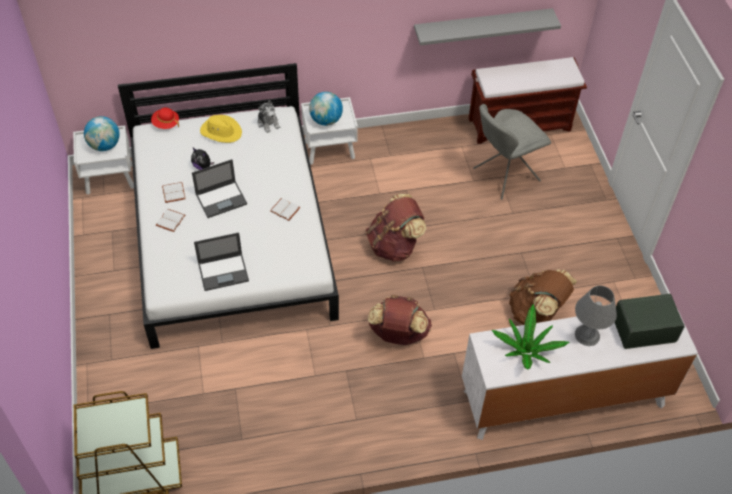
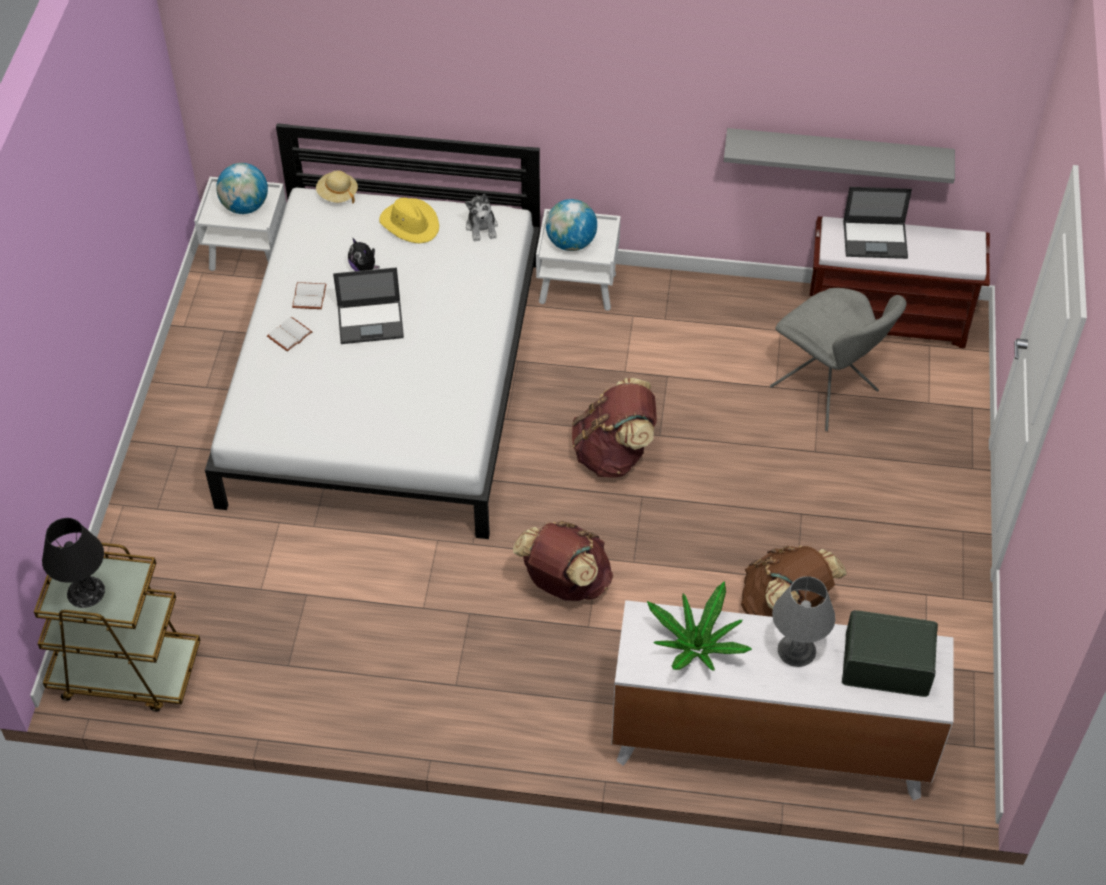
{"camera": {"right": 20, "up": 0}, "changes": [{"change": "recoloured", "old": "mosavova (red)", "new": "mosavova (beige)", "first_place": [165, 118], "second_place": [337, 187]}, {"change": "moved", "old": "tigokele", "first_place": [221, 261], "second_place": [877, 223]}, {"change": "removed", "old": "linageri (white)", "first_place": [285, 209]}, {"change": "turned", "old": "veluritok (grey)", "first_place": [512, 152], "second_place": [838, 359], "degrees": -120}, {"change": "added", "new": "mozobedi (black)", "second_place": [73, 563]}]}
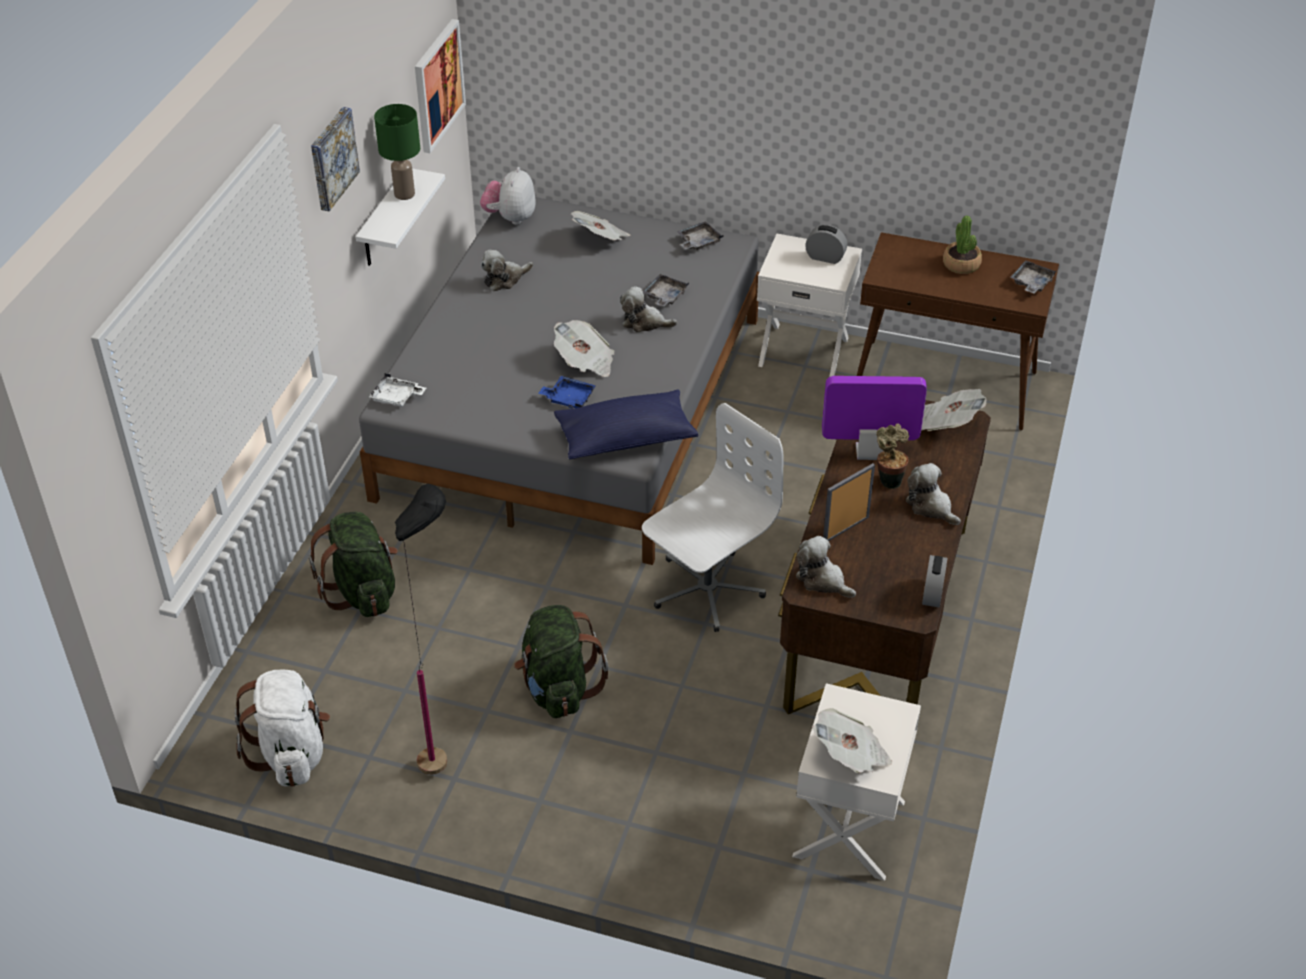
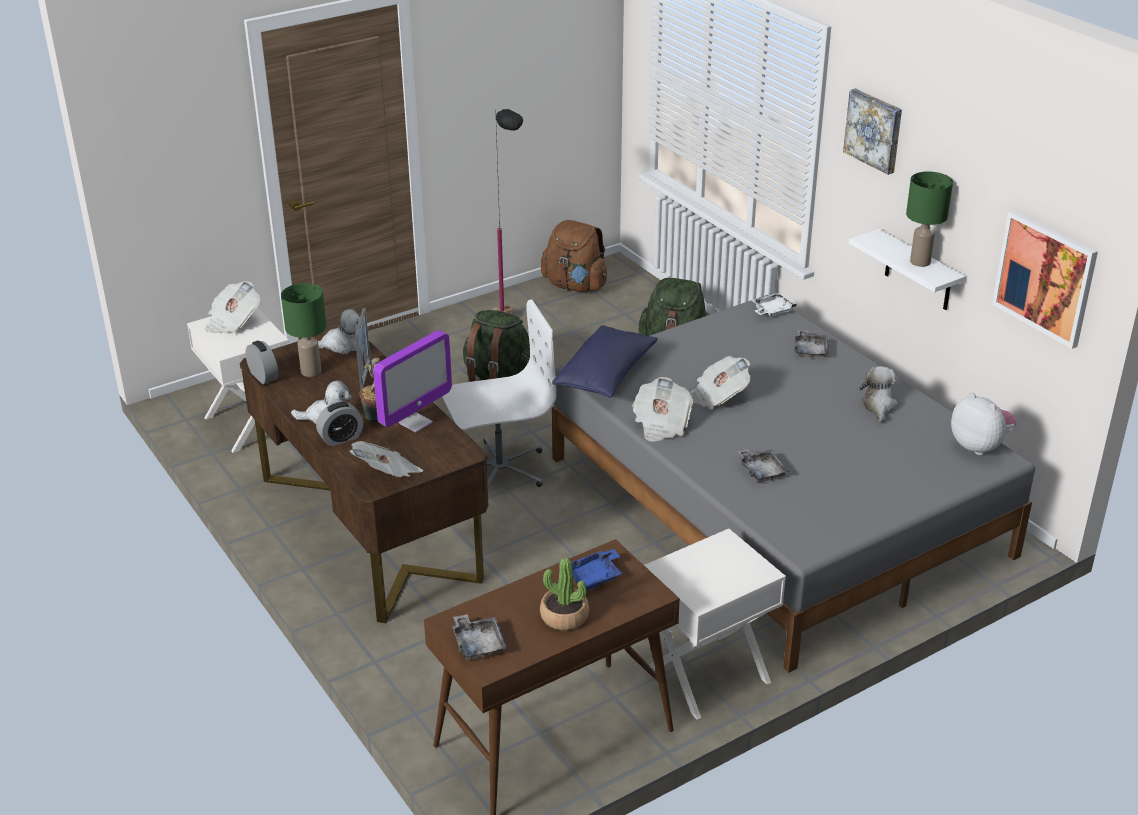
{"camera": {"right": 130, "up": -10}, "changes": [{"change": "recoloured", "old": "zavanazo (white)", "new": "zavanazo (brown)", "first_place": [282, 727], "second_place": [574, 256]}, {"change": "moved", "old": "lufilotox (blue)", "first_place": [567, 392], "second_place": [597, 569]}, {"change": "moved", "old": "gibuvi", "first_place": [600, 226], "second_place": [662, 409]}, {"change": "removed", "old": "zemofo", "first_place": [649, 309]}, {"change": "turned", "old": "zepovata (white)", "first_place": [712, 517], "second_place": [499, 393], "degrees": -105}, {"change": "moved", "old": "lufilotox (grey)", "first_place": [700, 235], "second_place": [811, 344]}, {"change": "moved", "old": "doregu", "first_place": [826, 244], "second_place": [340, 423]}, {"change": "added", "new": "mozobedi (green)", "second_place": [304, 330]}]}
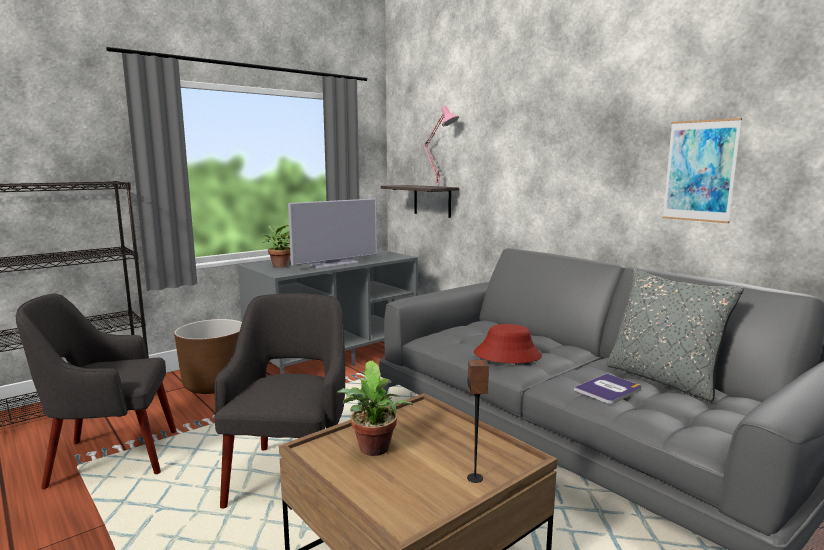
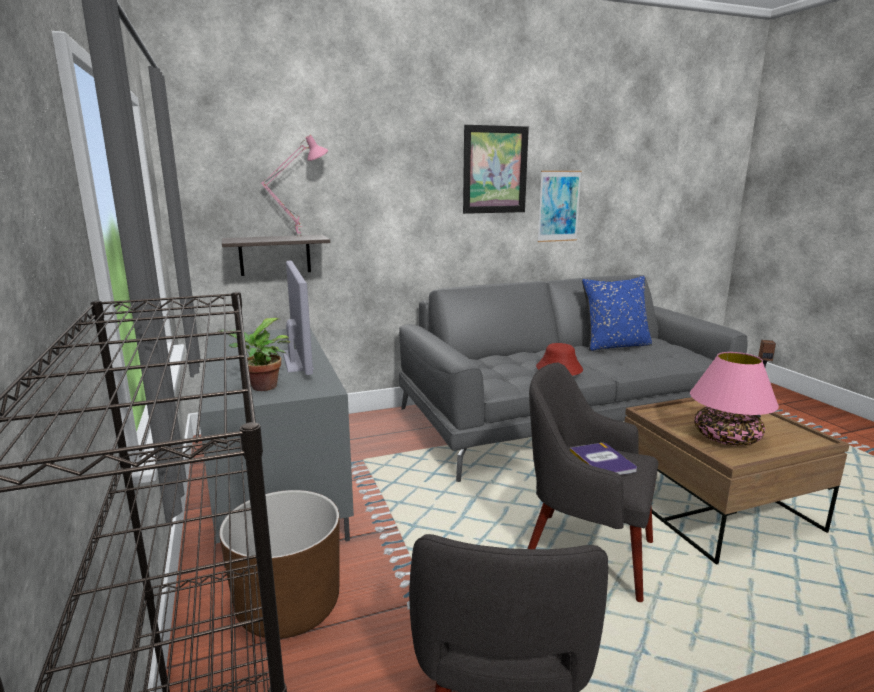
{"camera": {"right": -70, "up": 5}, "changes": [{"change": "replaced", "old": "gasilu", "new": "mozobedi (pink)", "first_place": [375, 408], "second_place": [734, 399]}, {"change": "moved", "old": "linageri", "first_place": [607, 389], "second_place": [603, 459]}, {"change": "recoloured", "old": "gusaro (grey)", "new": "gusaro (blue)", "first_place": [675, 335], "second_place": [617, 313]}, {"change": "added", "new": "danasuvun", "second_place": [496, 169]}]}
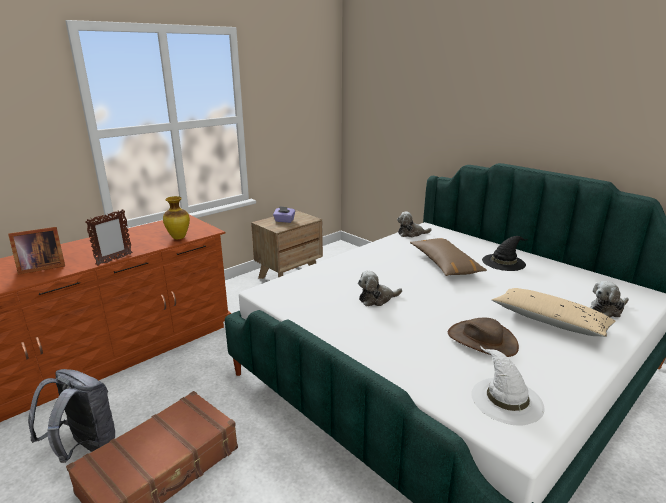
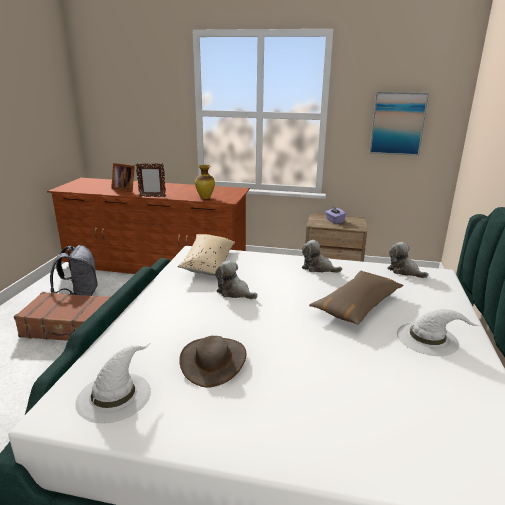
{"camera": {"right": 55, "up": 0}, "changes": [{"change": "recoloured", "old": "mosavova (black)", "new": "mosavova (white)", "first_place": [504, 253], "second_place": [439, 332]}, {"change": "moved", "old": "gusaro (beige)", "first_place": [554, 312], "second_place": [206, 255]}, {"change": "moved", "old": "zemofo", "first_place": [609, 299], "second_place": [322, 256]}, {"change": "added", "new": "danasuvun", "second_place": [399, 124]}]}
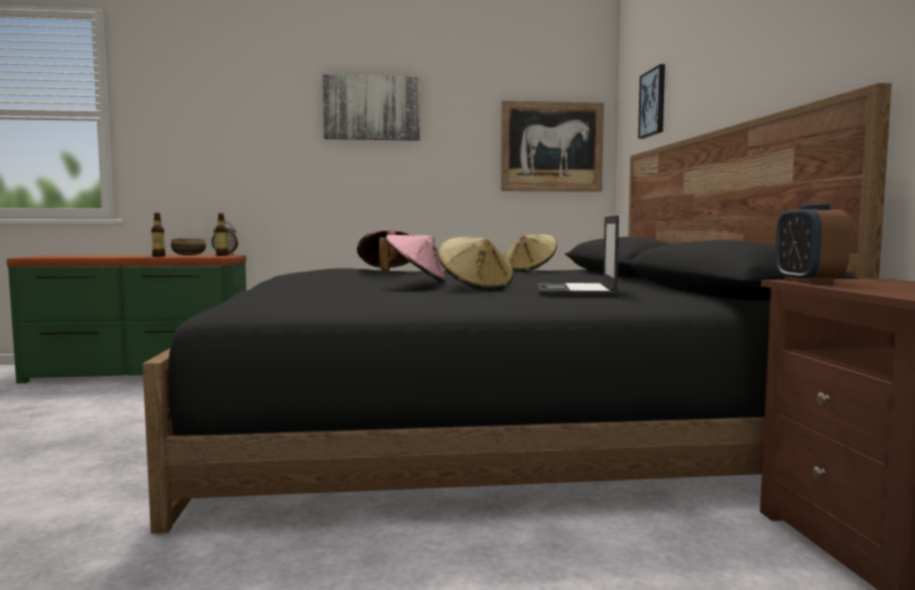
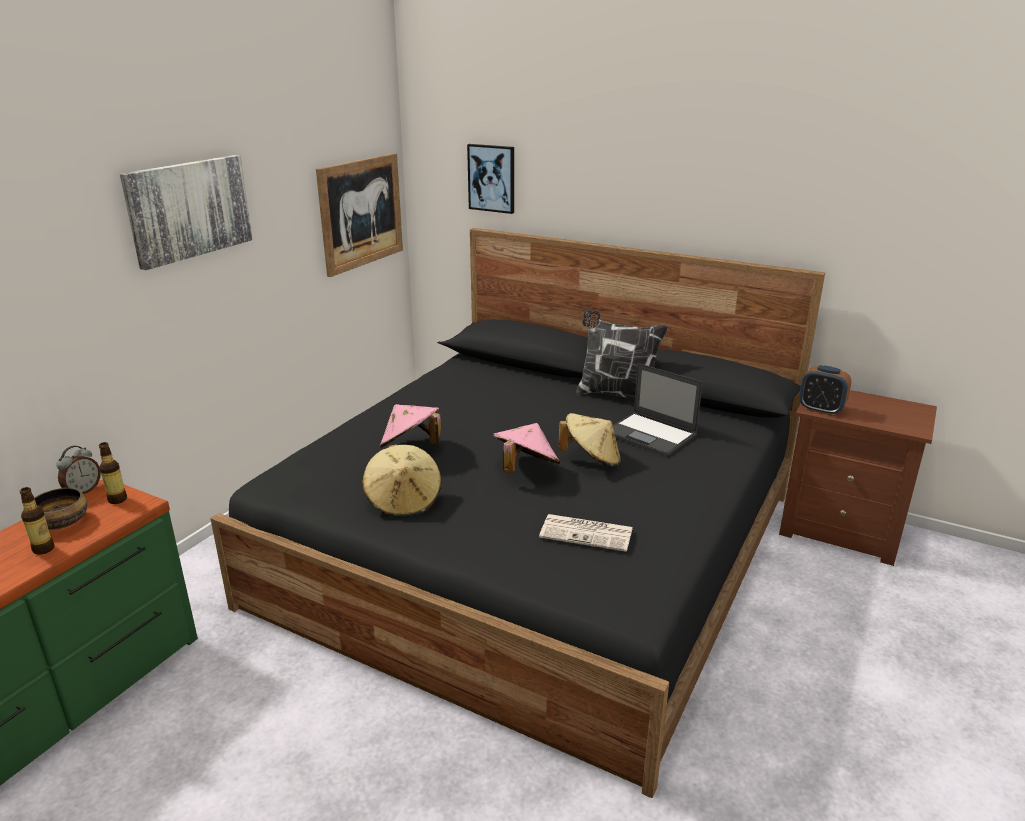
{"camera": {"right": -55, "up": 20}, "changes": [{"change": "moved", "old": "mosavova (beige)", "first_place": [530, 253], "second_place": [401, 481]}, {"change": "added", "new": "gibuvi", "second_place": [586, 533]}, {"change": "added", "new": "gusaro", "second_place": [622, 354]}]}
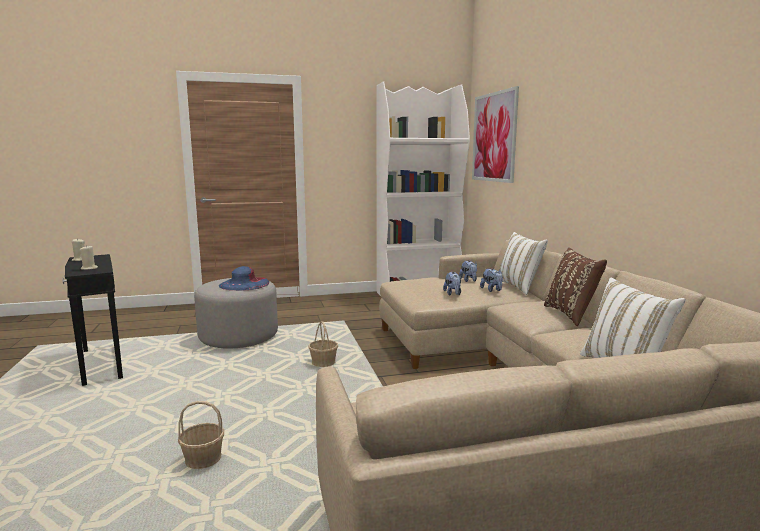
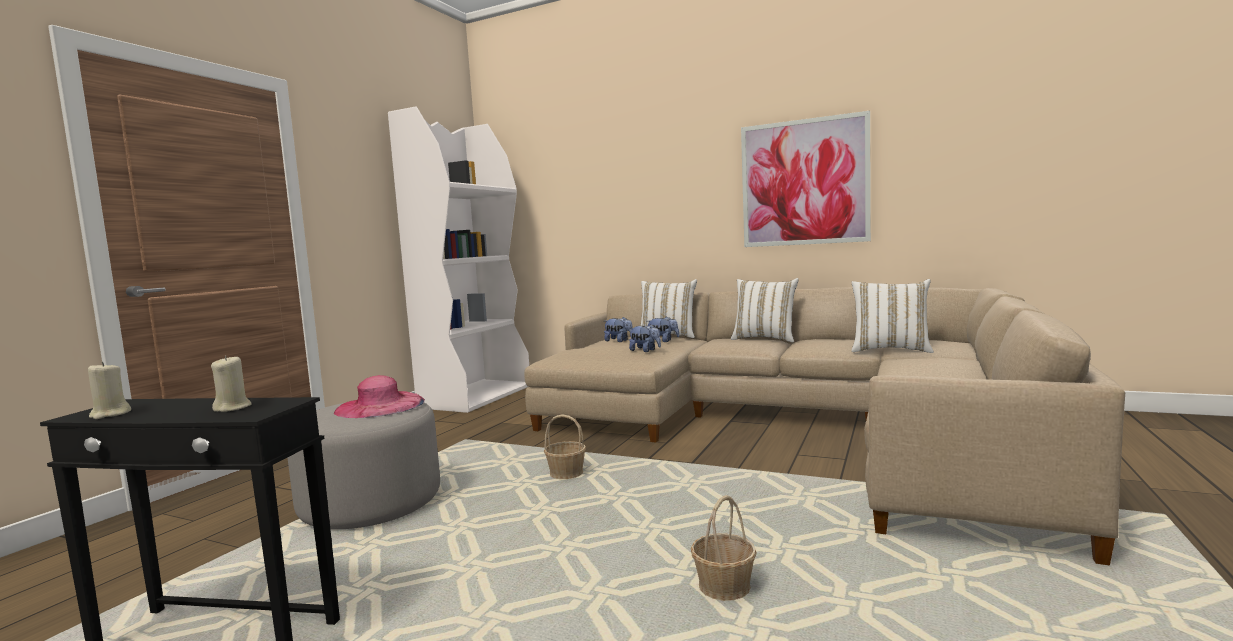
{"camera": {"right": -50, "up": -5}, "changes": [{"change": "recoloured", "old": "mosavova (blue)", "new": "mosavova (pink)", "first_place": [244, 278], "second_place": [379, 396]}, {"change": "moved", "old": "danasuvun", "first_place": [495, 134], "second_place": [806, 179]}, {"change": "recoloured", "old": "gusaro (brown)", "new": "gusaro (white)", "first_place": [575, 287], "second_place": [765, 310]}]}
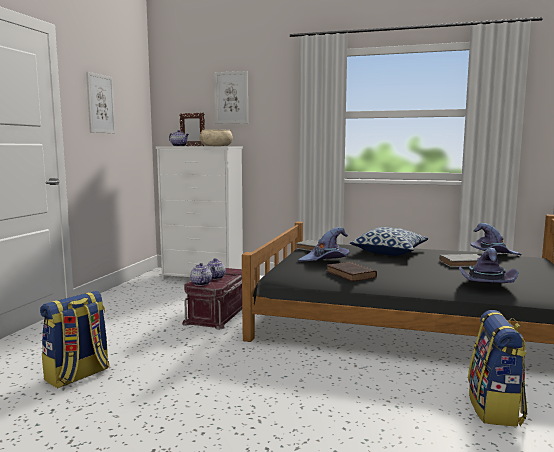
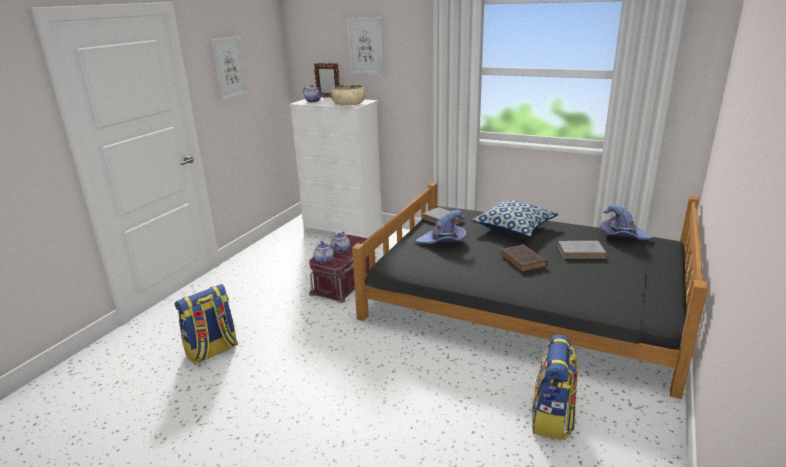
{"camera": {"right": 10, "up": 15}, "changes": [{"change": "moved", "old": "linageri (brown)", "first_place": [351, 272], "second_place": [524, 258]}, {"change": "removed", "old": "mosavova (purple)", "first_place": [489, 265]}]}
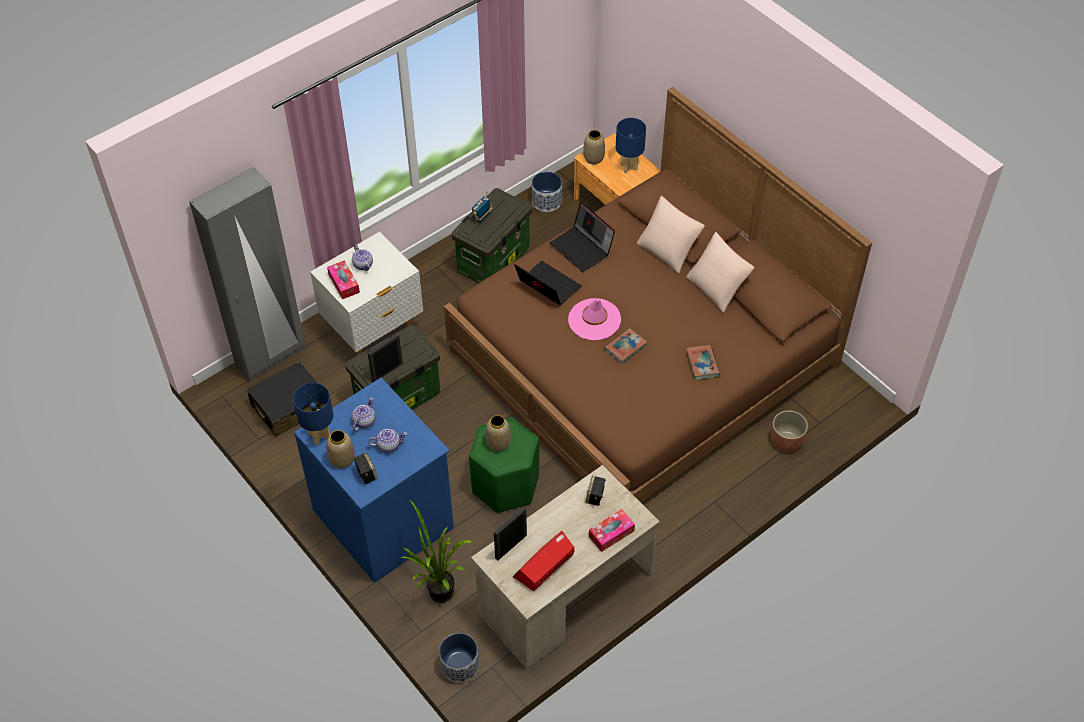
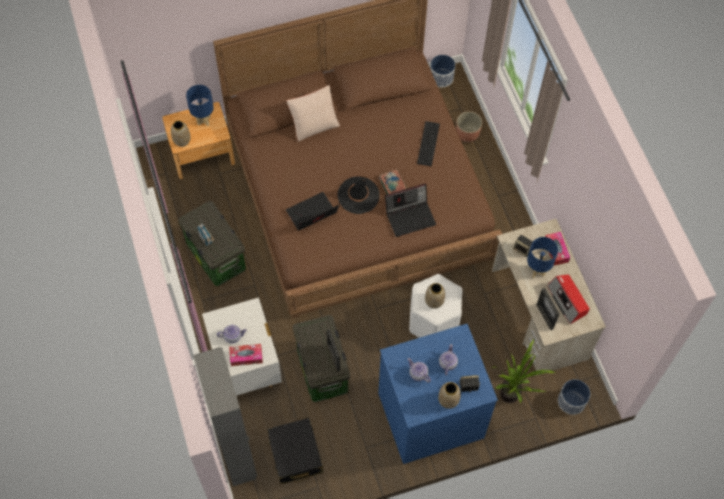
{"camera": {"right": -70, "up": 10}, "changes": [{"change": "moved", "old": "mozobedi (blue)", "first_place": [313, 414], "second_place": [542, 257]}, {"change": "recoloured", "old": "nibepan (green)", "new": "nibepan (white)", "first_place": [504, 465], "second_place": [436, 306]}, {"change": "moved", "old": "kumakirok", "first_place": [547, 192], "second_place": [442, 71]}, {"change": "moved", "old": "tigokele", "first_place": [582, 237], "second_place": [410, 210]}, {"change": "recoloured", "old": "mosavova (pink)", "new": "mosavova (black)", "first_place": [594, 319], "second_place": [358, 195]}, {"change": "removed", "old": "gusaro (beige)", "first_place": [720, 272]}, {"change": "replaced", "old": "linageri", "new": "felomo", "first_place": [703, 362], "second_place": [428, 143]}]}
